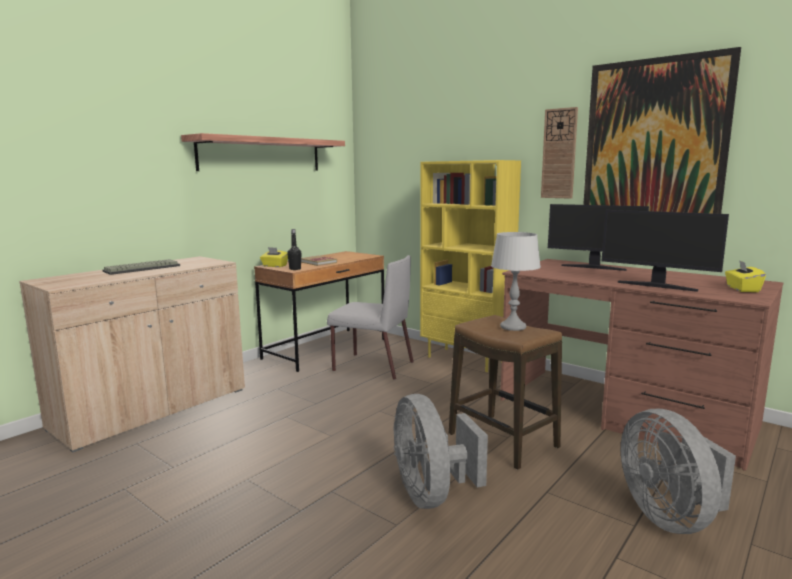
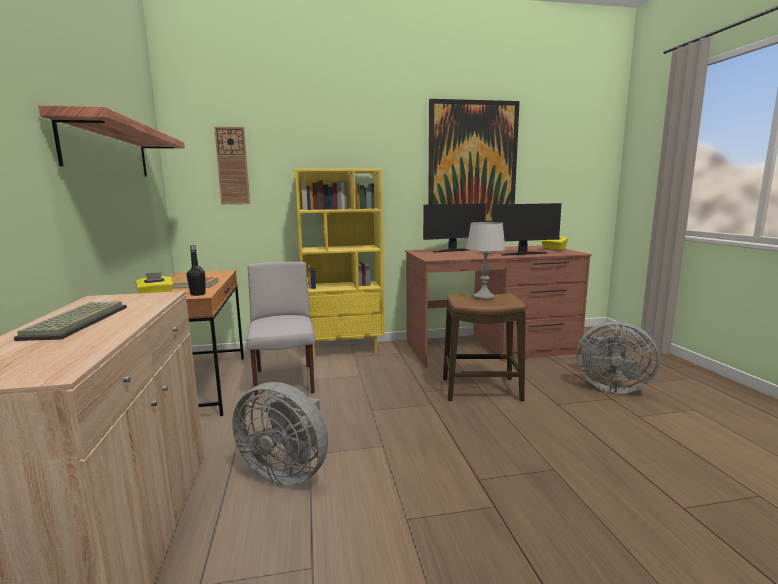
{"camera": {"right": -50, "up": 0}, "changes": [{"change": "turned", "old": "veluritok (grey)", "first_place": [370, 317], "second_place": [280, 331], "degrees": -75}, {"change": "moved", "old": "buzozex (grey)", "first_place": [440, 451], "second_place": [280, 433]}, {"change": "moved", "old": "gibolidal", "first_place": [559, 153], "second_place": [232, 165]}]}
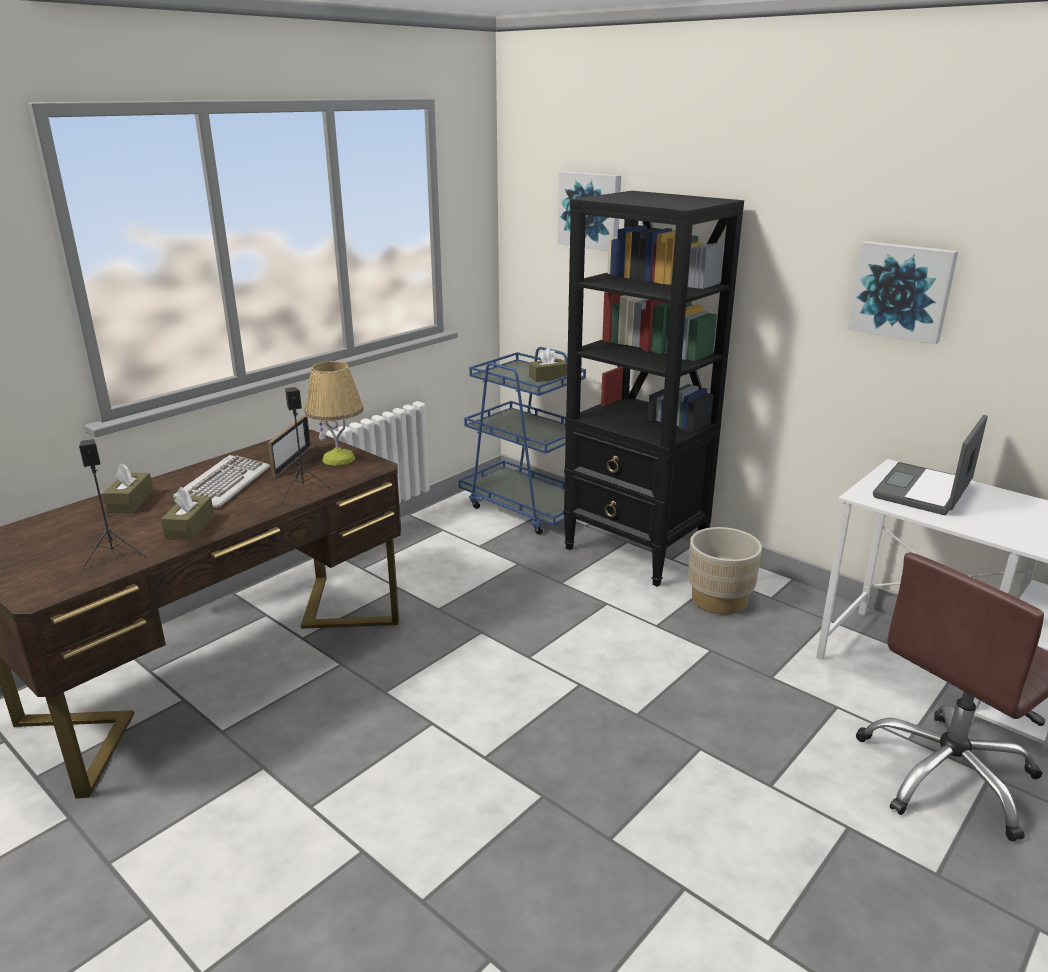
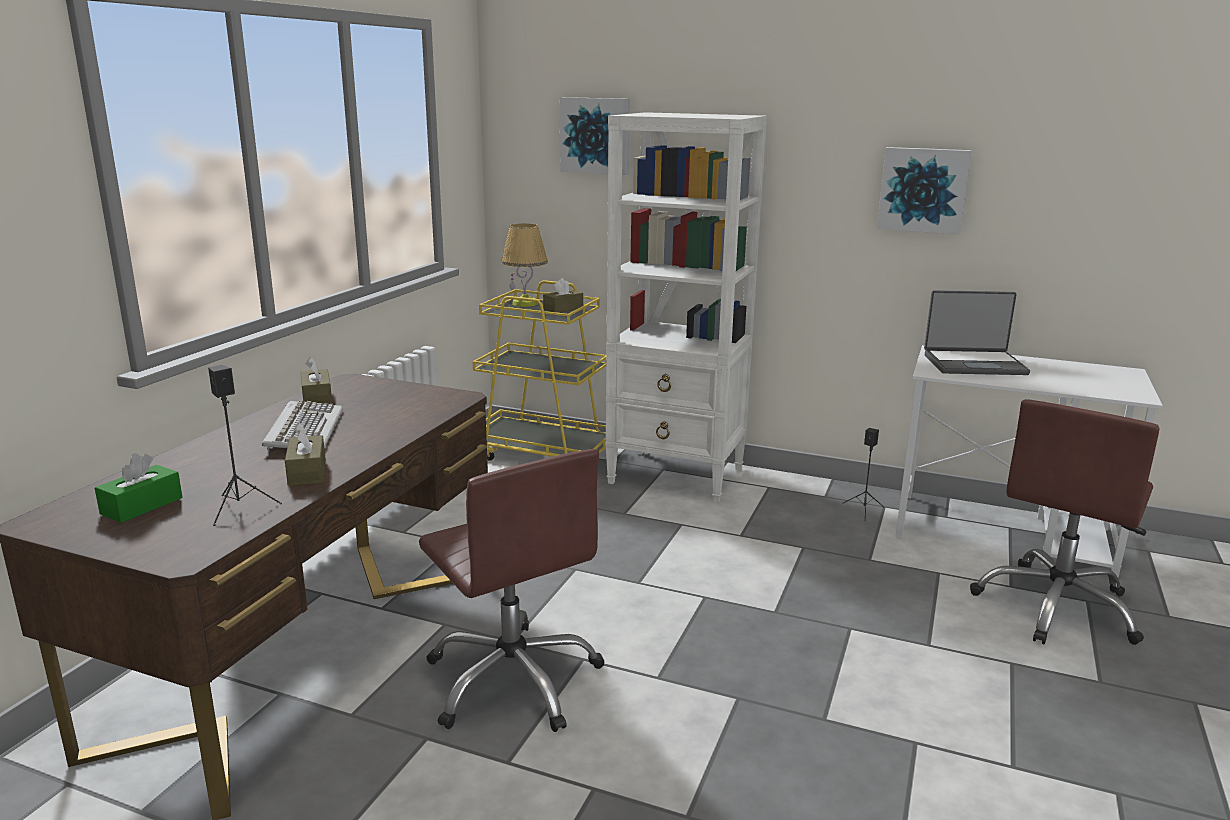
{"camera": {"right": -20, "up": -5}, "changes": [{"change": "moved", "old": "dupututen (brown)", "first_place": [128, 488], "second_place": [316, 380]}, {"change": "removed", "old": "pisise", "first_place": [289, 446]}, {"change": "moved", "old": "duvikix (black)", "first_place": [307, 443], "second_place": [863, 474]}, {"change": "moved", "old": "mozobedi", "first_place": [334, 413], "second_place": [524, 265]}, {"change": "recoloured", "old": "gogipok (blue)", "new": "gogipok (yellow)", "first_place": [522, 441], "second_place": [539, 370]}, {"change": "recoloured", "old": "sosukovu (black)", "new": "sosukovu (white)", "first_place": [653, 389], "second_place": [686, 307]}, {"change": "removed", "old": "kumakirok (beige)", "first_place": [725, 571]}, {"change": "turned", "old": "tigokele", "first_place": [930, 465], "second_place": [977, 332], "degrees": -105}, {"change": "added", "new": "dupututen (green)", "second_place": [138, 488]}, {"change": "added", "new": "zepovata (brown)", "second_place": [511, 590]}]}
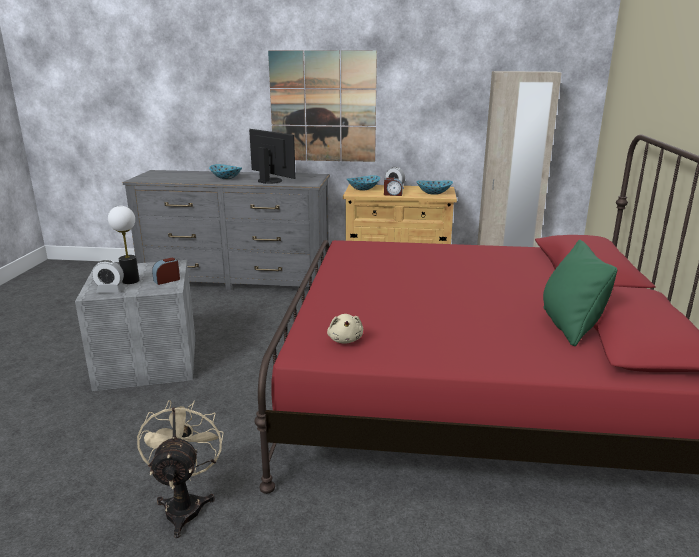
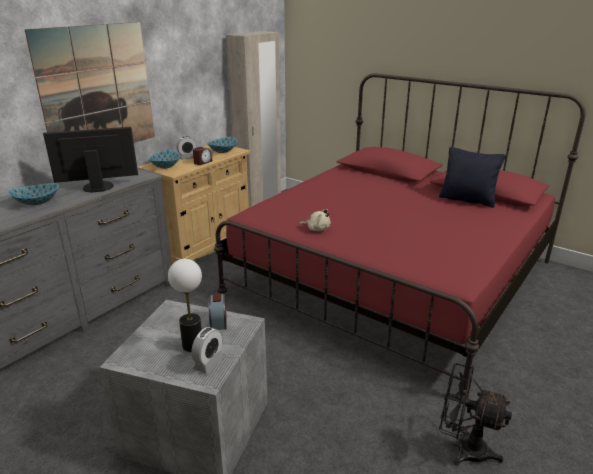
{"camera": {"right": -60, "up": 5}, "changes": [{"change": "recoloured", "old": "buzozex (beige)", "new": "buzozex (black)", "first_place": [180, 469], "second_place": [475, 414]}, {"change": "moved", "old": "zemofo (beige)", "first_place": [345, 329], "second_place": [315, 220]}, {"change": "recoloured", "old": "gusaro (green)", "new": "gusaro (black)", "first_place": [580, 293], "second_place": [472, 177]}]}
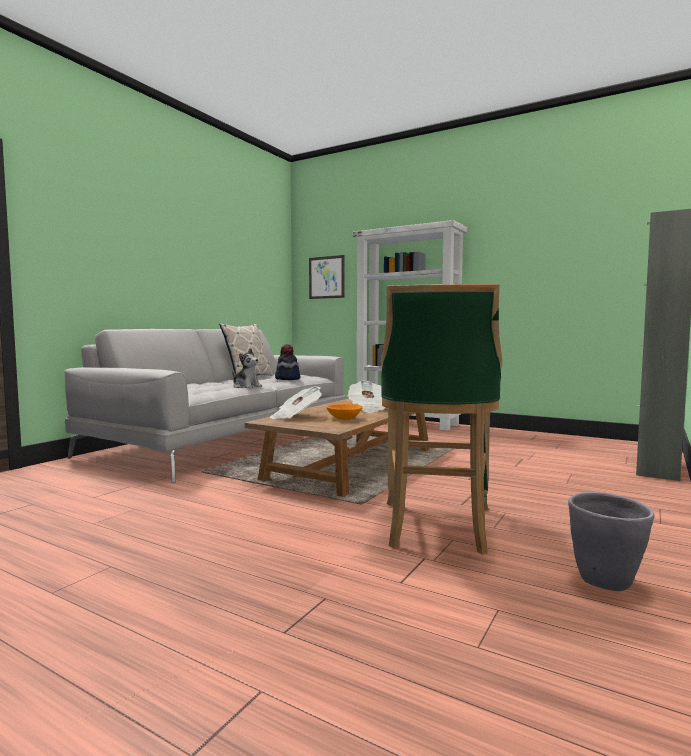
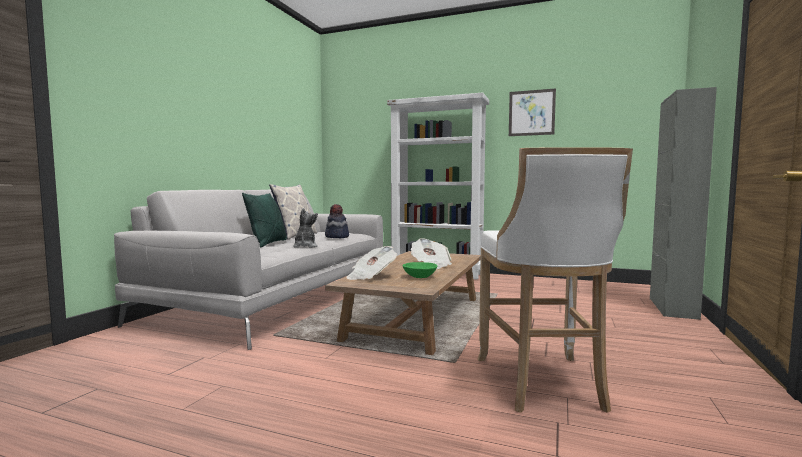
{"camera": {"right": -10, "up": 0}, "changes": [{"change": "turned", "old": "zemofo", "first_place": [247, 368], "second_place": [305, 228], "degrees": -120}, {"change": "moved", "old": "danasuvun", "first_place": [326, 277], "second_place": [532, 112]}, {"change": "recoloured", "old": "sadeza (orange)", "new": "sadeza (green)", "first_place": [344, 412], "second_place": [420, 270]}, {"change": "recoloured", "old": "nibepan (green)", "new": "nibepan (white)", "first_place": [441, 419], "second_place": [555, 280]}, {"change": "removed", "old": "kumakirok (grey)", "first_place": [611, 541]}, {"change": "added", "new": "gusaro (green)", "second_place": [264, 220]}]}
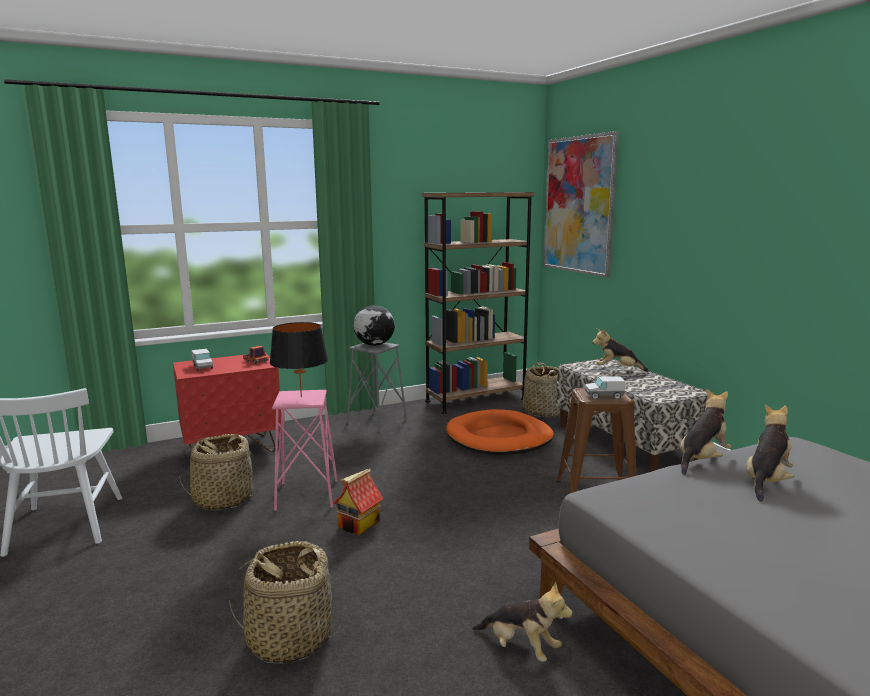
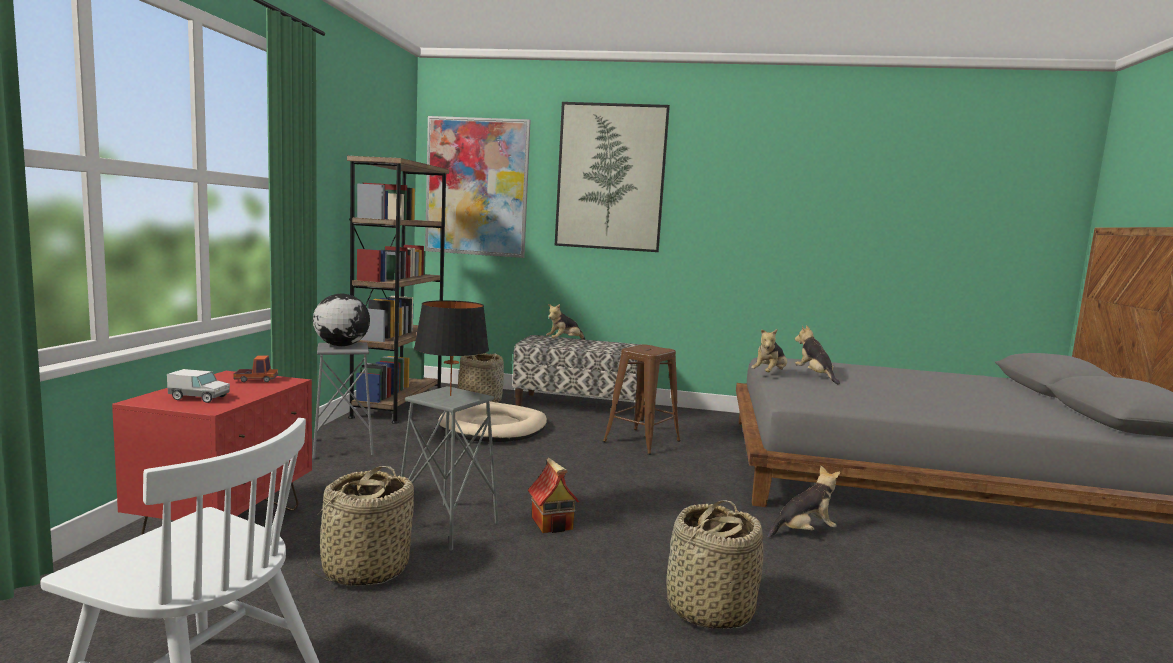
{"camera": {"right": -55, "up": -5}, "changes": [{"change": "recoloured", "old": "nibepan (pink)", "new": "nibepan (grey)", "first_place": [305, 450], "second_place": [450, 468]}, {"change": "recoloured", "old": "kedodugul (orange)", "new": "kedodugul (beige)", "first_place": [500, 432], "second_place": [492, 421]}, {"change": "removed", "old": "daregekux", "first_place": [605, 387]}, {"change": "turned", "old": "zemofo", "first_place": [705, 432], "second_place": [769, 350], "degrees": -135}, {"change": "added", "new": "danasuvun", "second_place": [612, 177]}]}
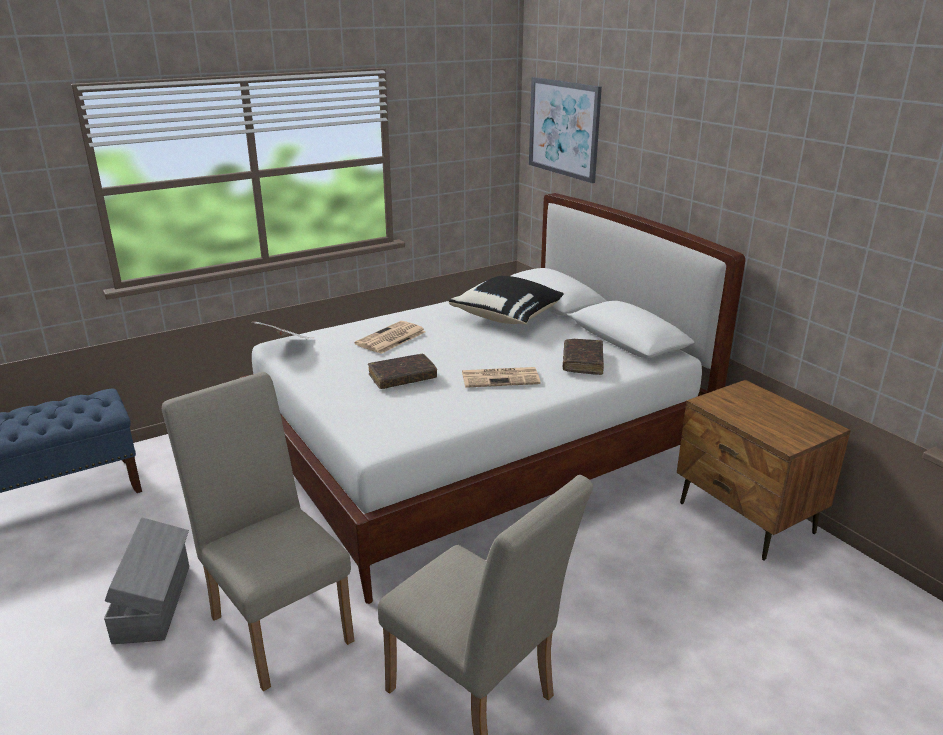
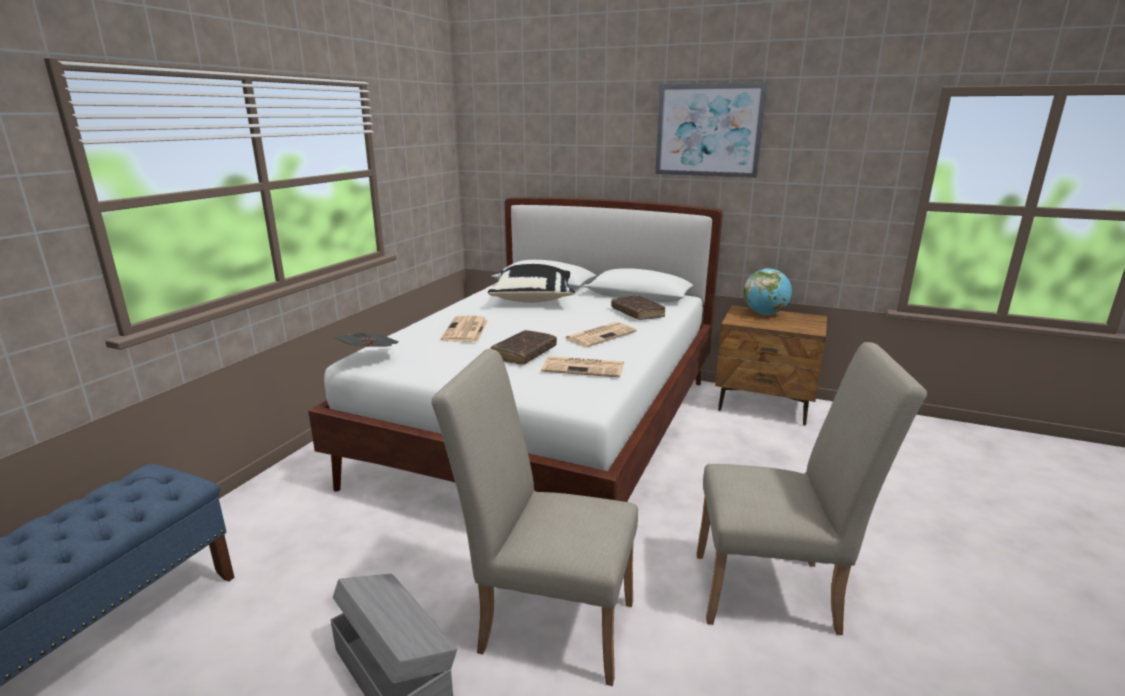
{"camera": {"right": -35, "up": -5}, "changes": [{"change": "moved", "old": "danasuvun", "first_place": [565, 130], "second_place": [711, 130]}, {"change": "added", "new": "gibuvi", "second_place": [582, 367]}, {"change": "added", "new": "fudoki", "second_place": [768, 291]}]}
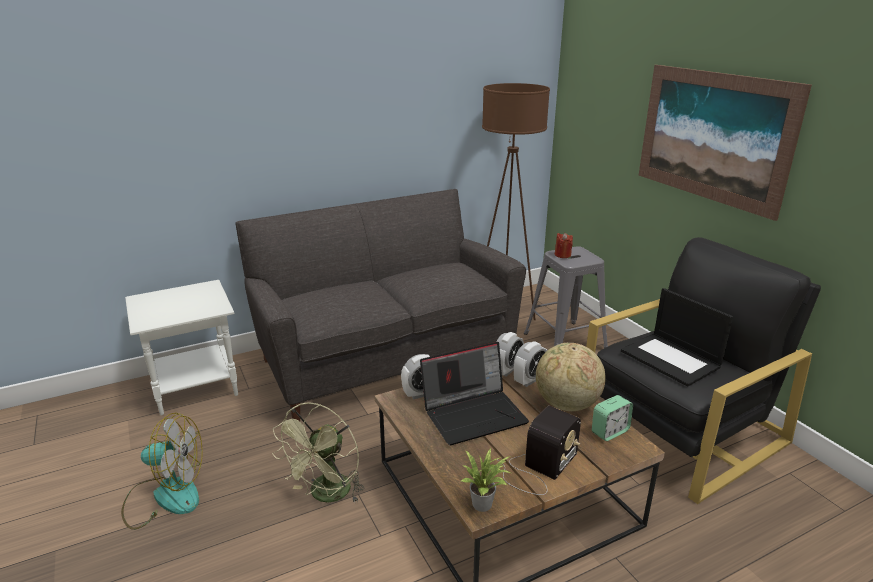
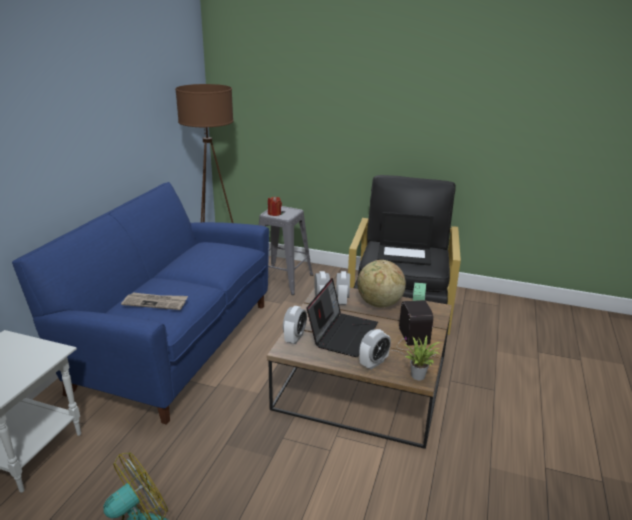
{"camera": {"right": -45, "up": 0}, "changes": [{"change": "recoloured", "old": "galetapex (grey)", "new": "galetapex (blue)", "first_place": [380, 305], "second_place": [140, 303]}, {"change": "removed", "old": "buzozex (green)", "first_place": [318, 453]}, {"change": "removed", "old": "danasuvun", "first_place": [725, 143]}, {"change": "added", "new": "gibuvi", "second_place": [154, 301]}, {"change": "added", "new": "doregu", "second_place": [375, 349]}]}
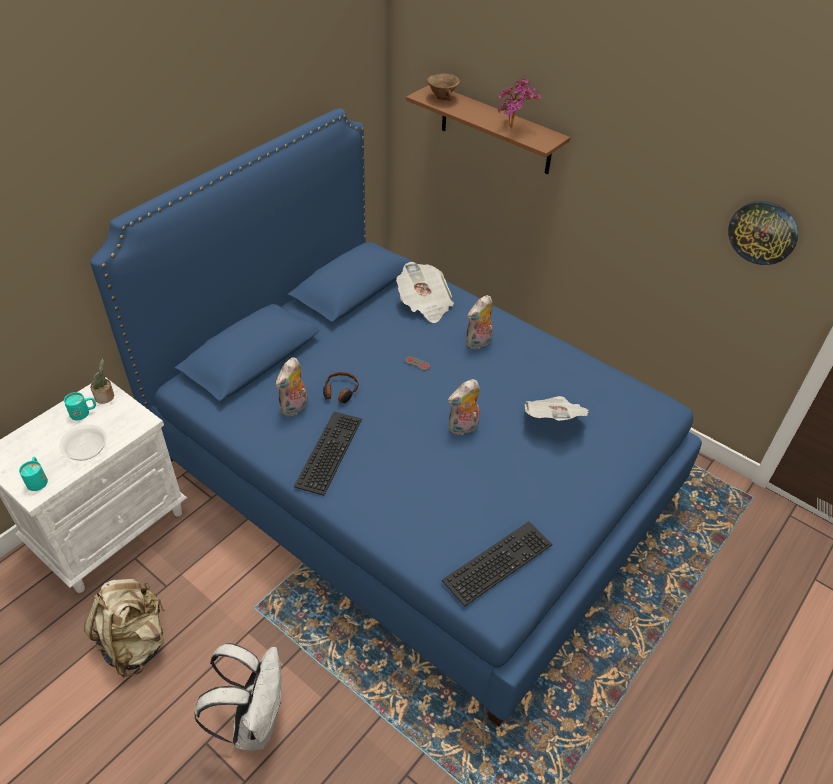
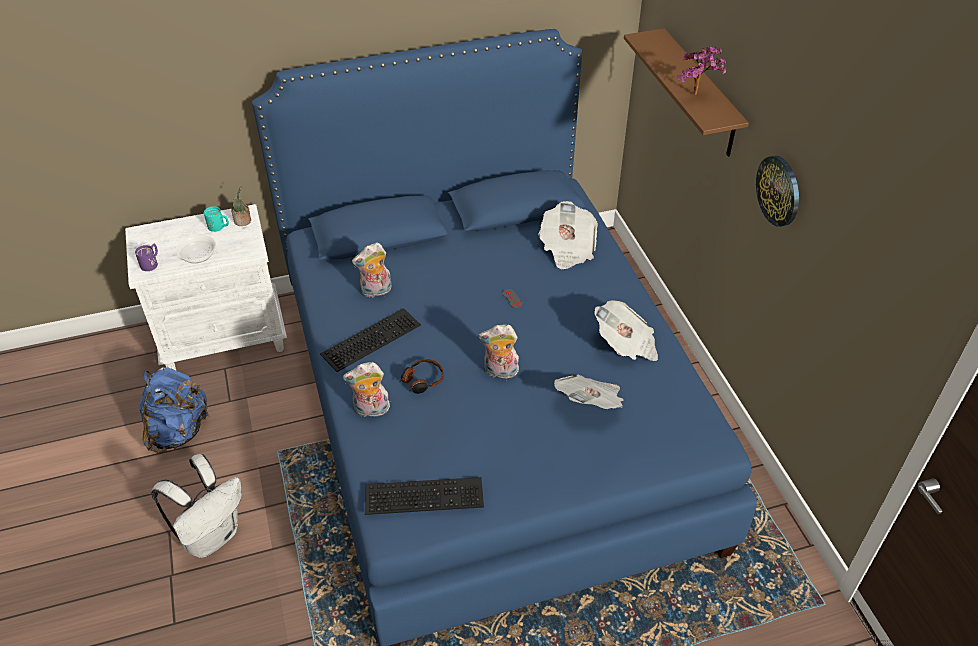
{"camera": {"right": 35, "up": 0}, "changes": [{"change": "recoloured", "old": "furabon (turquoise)", "new": "furabon (purple)", "first_place": [33, 474], "second_place": [146, 257]}, {"change": "recoloured", "old": "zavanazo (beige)", "new": "zavanazo (blue)", "first_place": [124, 628], "second_place": [174, 410]}, {"change": "moved", "old": "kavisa", "first_place": [340, 387], "second_place": [421, 376]}, {"change": "removed", "old": "sadeza (brown)", "first_place": [443, 87]}, {"change": "moved", "old": "zemofo", "first_place": [479, 322], "second_place": [366, 389]}, {"change": "moved", "old": "gibolidal", "first_place": [763, 233], "second_place": [777, 191]}, {"change": "added", "new": "gibuvi", "second_place": [626, 331]}]}
